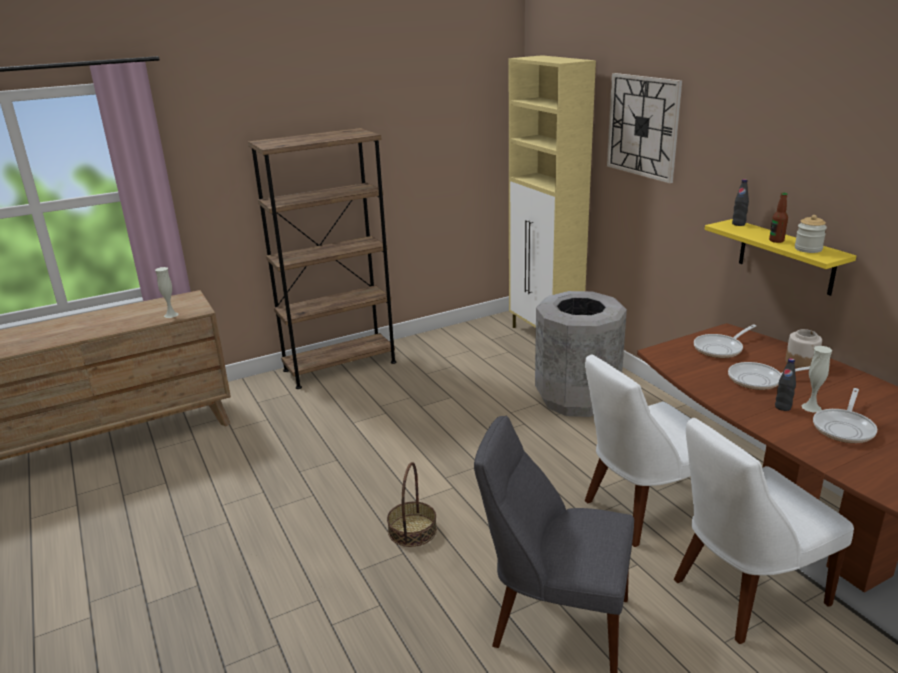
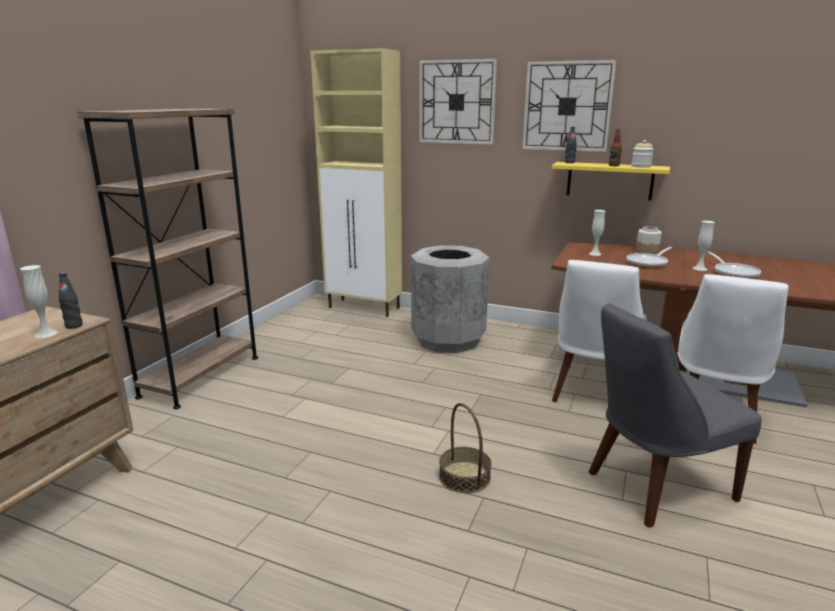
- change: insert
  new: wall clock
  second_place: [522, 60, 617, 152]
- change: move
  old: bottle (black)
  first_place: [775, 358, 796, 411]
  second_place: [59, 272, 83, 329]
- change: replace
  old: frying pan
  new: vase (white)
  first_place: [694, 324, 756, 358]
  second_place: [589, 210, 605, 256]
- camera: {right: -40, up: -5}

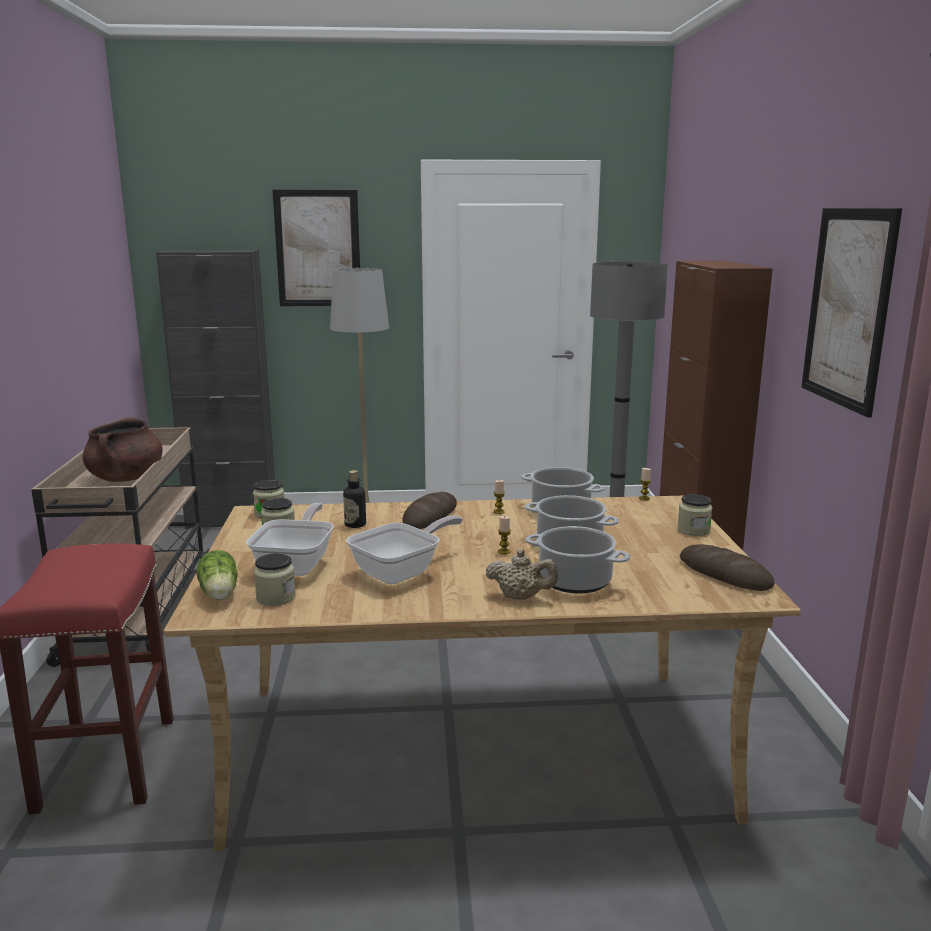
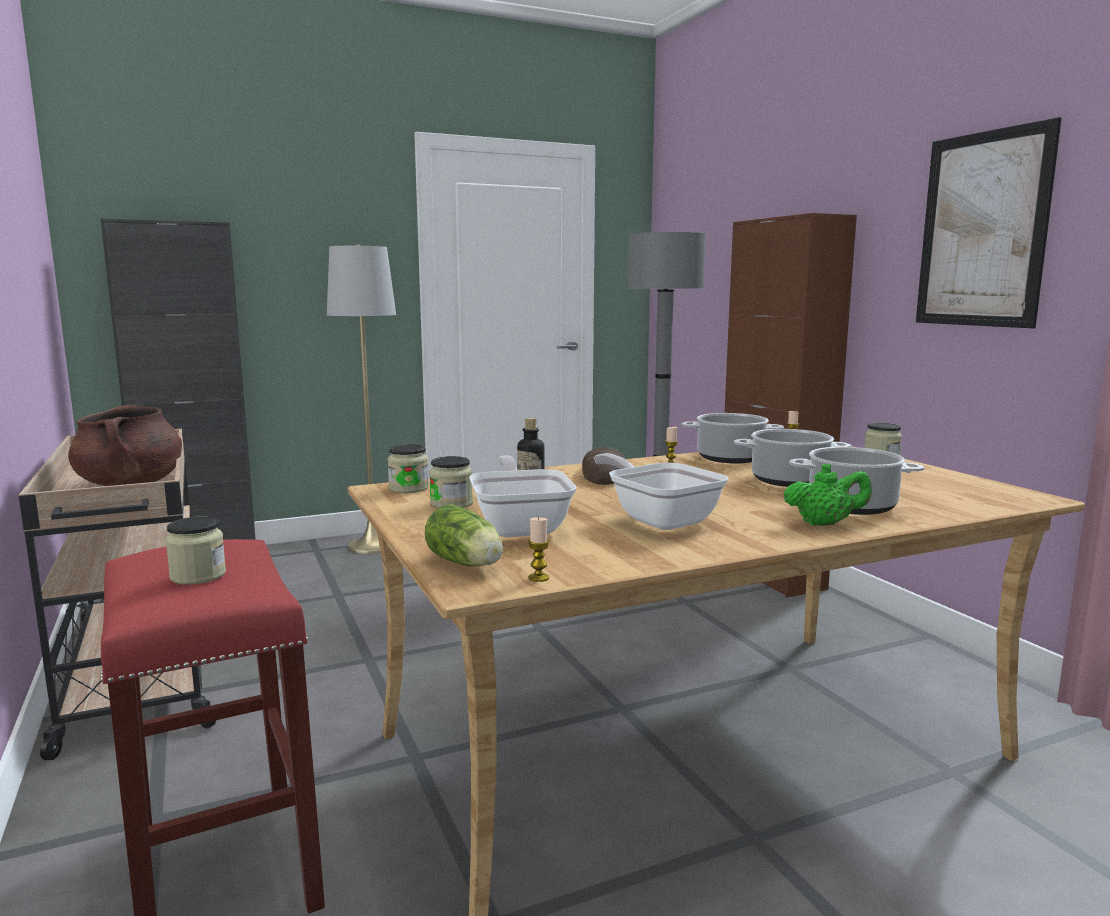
- change: delete
  old: picture
  first_place: [272, 190, 360, 306]
- change: delete
  old: bread
  first_place: [680, 544, 775, 591]
- change: move
  old: jar
  first_place: [254, 553, 296, 606]
  second_place: [165, 517, 226, 585]
- change: move
  old: candle
  first_place: [498, 516, 511, 554]
  second_place: [528, 517, 549, 582]
- change: recolor
  old: teapot (beige)
  new: teapot (green)
  first_place: [486, 549, 558, 600]
  second_place: [783, 463, 872, 526]
- change: rotate
  old: frying pan
  first_place: [346, 516, 463, 585]
  second_place: [594, 453, 729, 530]
  degrees: -60
- camera: {right: -20, up: -5}

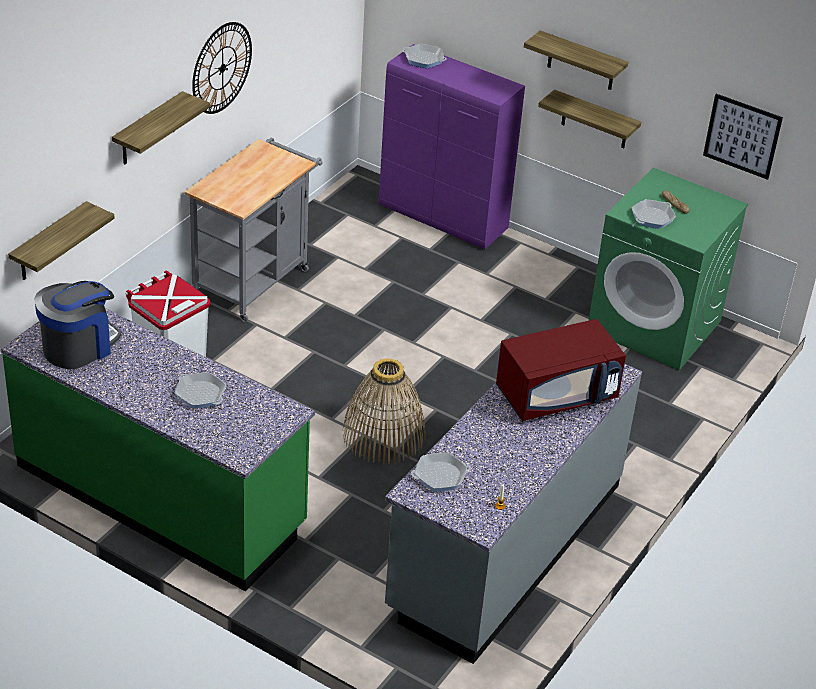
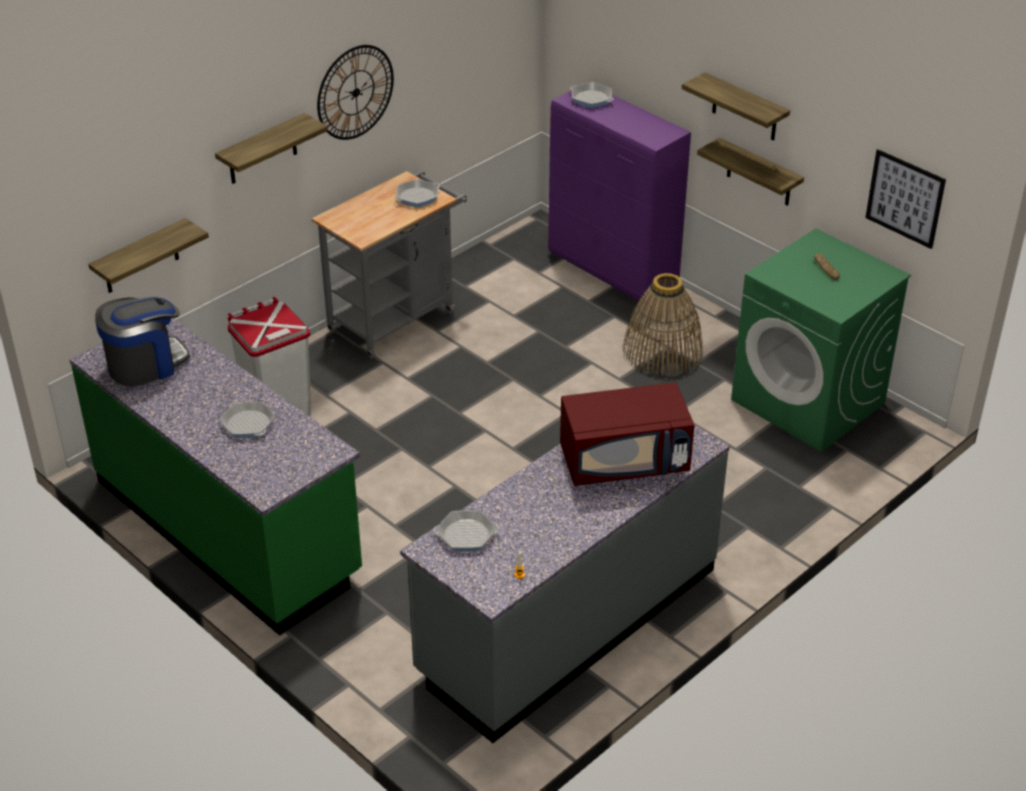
- change: move
  old: basket
  first_place: [343, 358, 426, 464]
  second_place: [623, 273, 703, 376]
- change: move
  old: frying pan
  first_place: [632, 199, 676, 229]
  second_place: [394, 179, 440, 208]
- camera: {right: 15, up: 0}

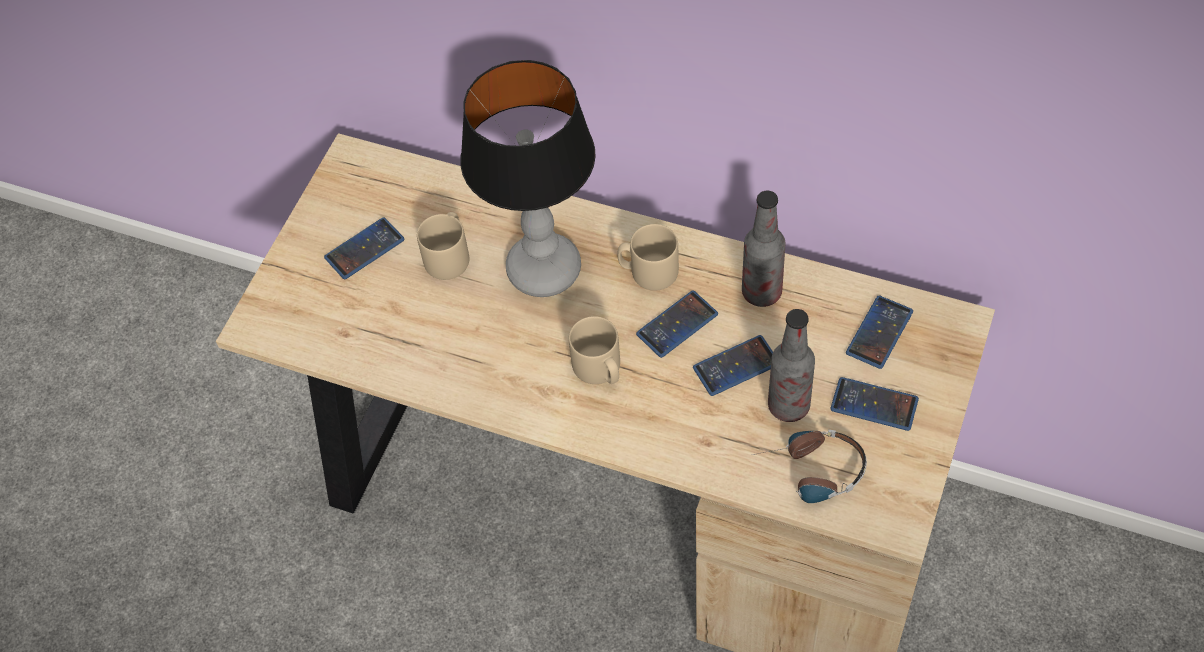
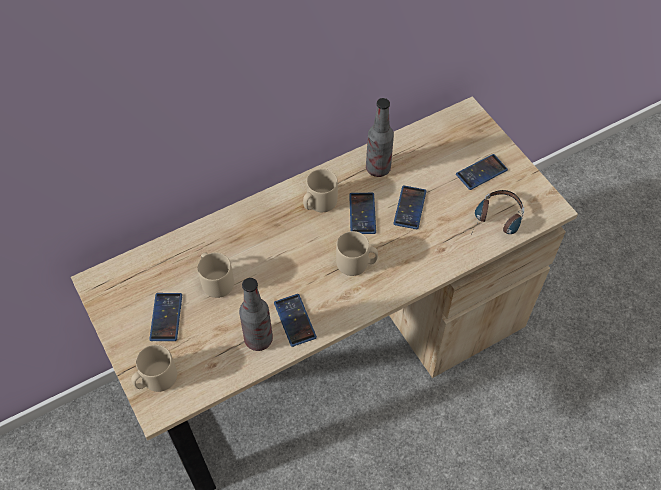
- change: delete
  old: table lamp
  first_place: [460, 60, 596, 297]
- change: insert
  new: mug (beige)
  second_place: [131, 345, 177, 392]
- change: move
  old: bottle
  first_place: [768, 309, 815, 422]
  second_place: [239, 278, 273, 351]
- change: move
  old: phone
  first_place: [846, 295, 913, 369]
  second_place: [274, 294, 317, 347]
- camera: {right: -55, up: 0}

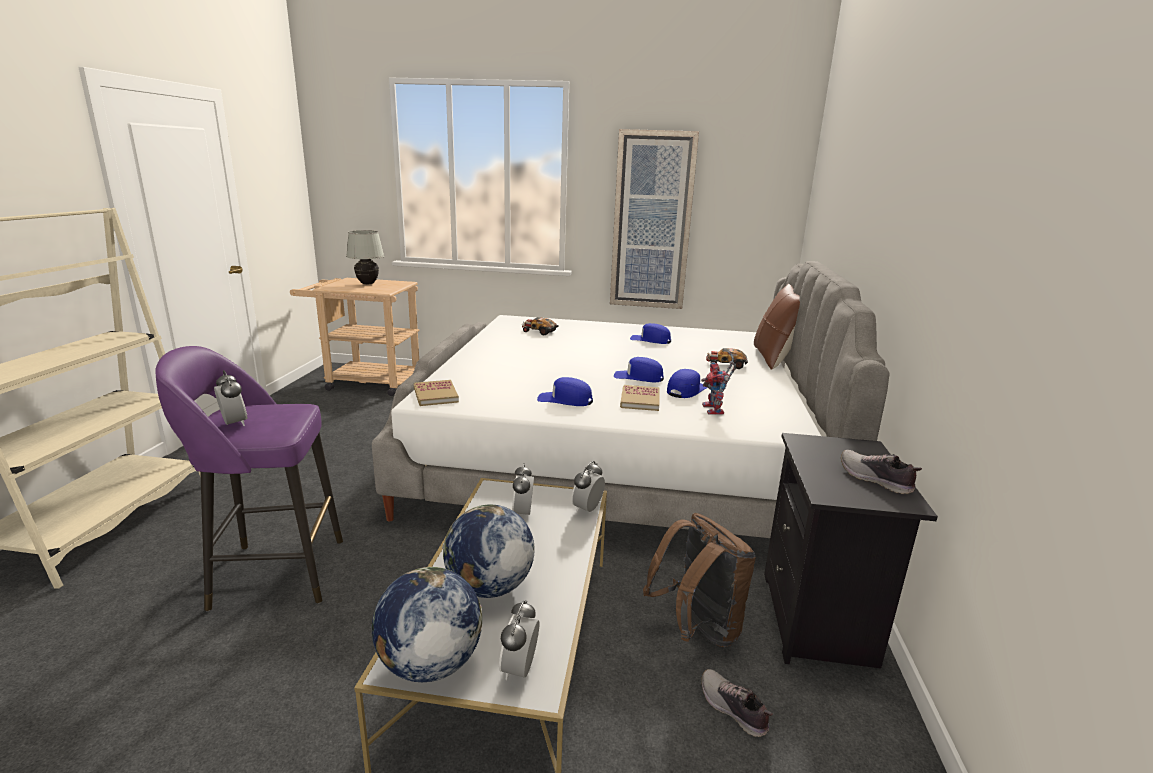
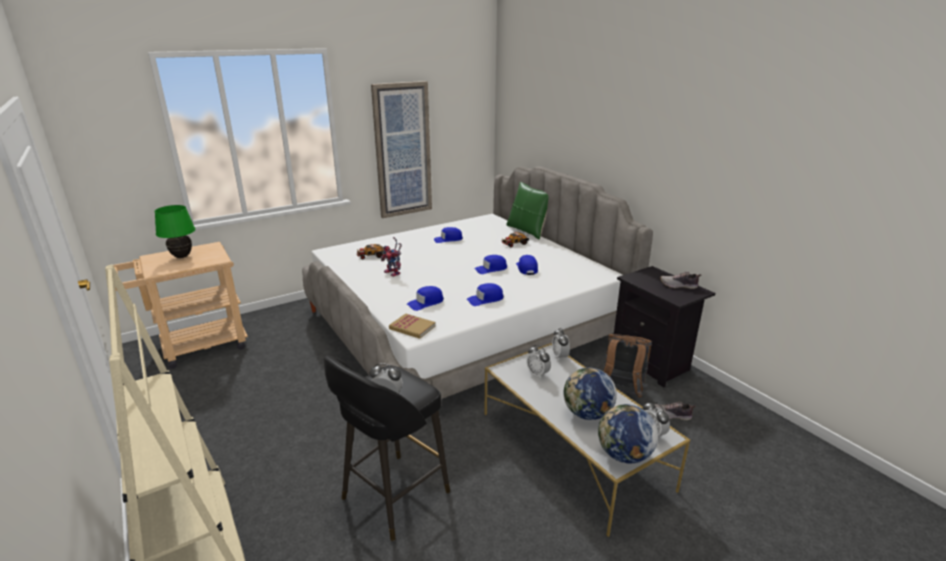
- change: delete
  old: book
  first_place: [620, 385, 659, 411]
- change: insert
  new: cap (blue)
  second_place: [407, 286, 444, 311]
- change: move
  old: toy robot
  first_place: [701, 351, 736, 415]
  second_place: [381, 237, 402, 277]
- change: recolor
  old: stool (purple)
  new: stool (black)
  first_place: [155, 346, 343, 611]
  second_place: [324, 355, 450, 541]
- change: recolor
  old: table lamp (white)
  new: table lamp (green)
  first_place: [346, 230, 384, 284]
  second_place: [154, 205, 196, 258]
- change: recolor
  old: pillow (brown)
  new: pillow (green)
  first_place: [754, 283, 800, 370]
  second_place: [507, 182, 549, 239]
- camera: {right: -40, up: 5}

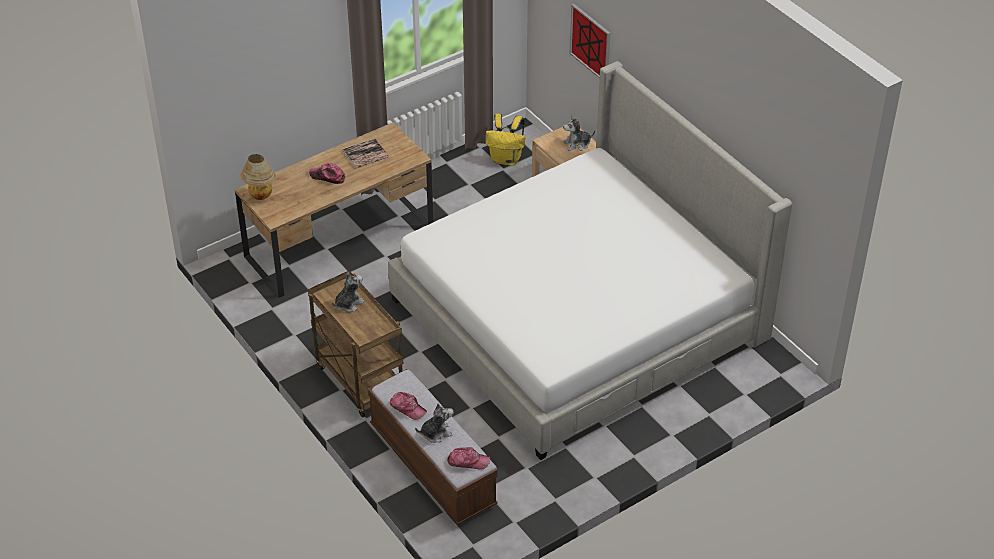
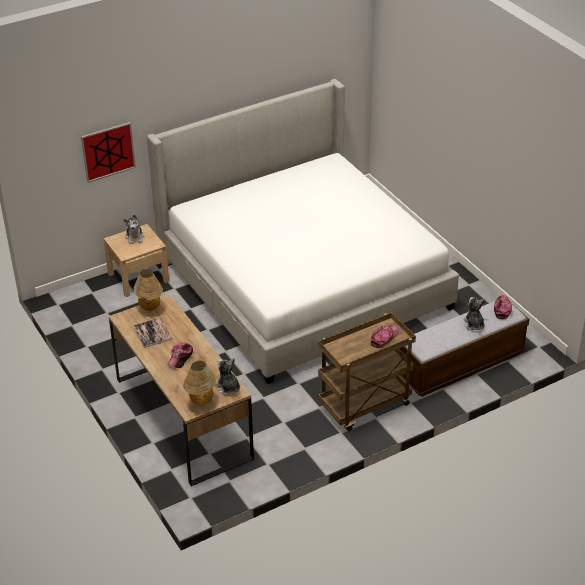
- change: delete
  old: backpack (yellow)
  first_place: [486, 114, 525, 165]
- change: insert
  new: table lamp
  second_place: [133, 269, 163, 311]
- change: move
  old: plush toy
  first_place: [332, 273, 365, 312]
  second_place: [215, 358, 240, 396]
- change: move
  old: cap
  first_place: [390, 392, 427, 420]
  second_place: [370, 325, 398, 348]
- camera: {right: -85, up: -5}

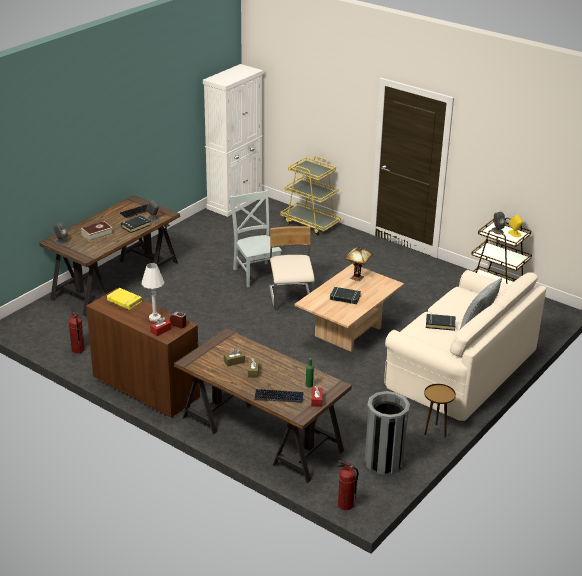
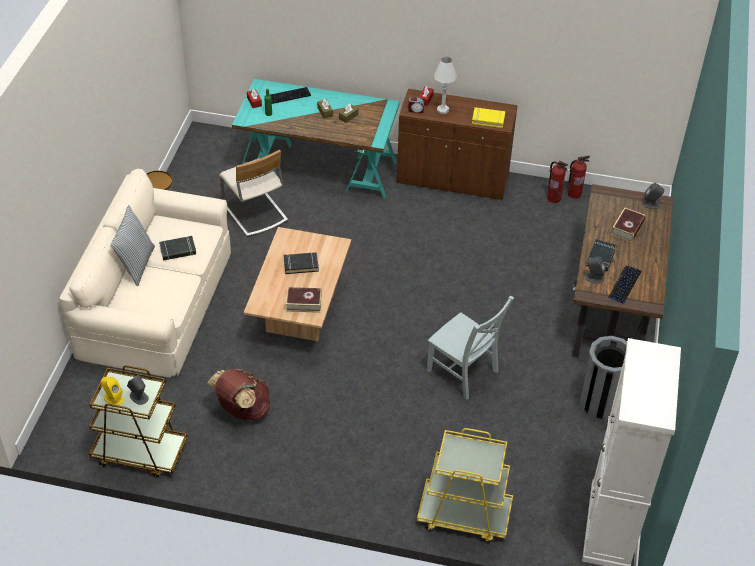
- change: insert
  new: backpack (brown)
  second_place: [207, 369, 270, 420]
- change: move
  old: chair (beige)
  first_place: [269, 226, 315, 308]
  second_place: [219, 150, 288, 237]
- change: move
  old: fire extinguisher
  first_place: [337, 460, 359, 510]
  second_place: [567, 155, 590, 199]
- change: move
  old: trash can (grey)
  first_place: [365, 391, 410, 475]
  second_place: [580, 336, 627, 421]
- change: replace
  old: table lamp
  new: book
  first_place: [344, 247, 372, 281]
  second_place: [286, 287, 322, 313]
- change: recolor
  old: desk (brown)
  new: desk (turquoise)
  first_place: [174, 328, 352, 483]
  second_place: [232, 79, 400, 199]
- camera: {right: 155, up: 15}

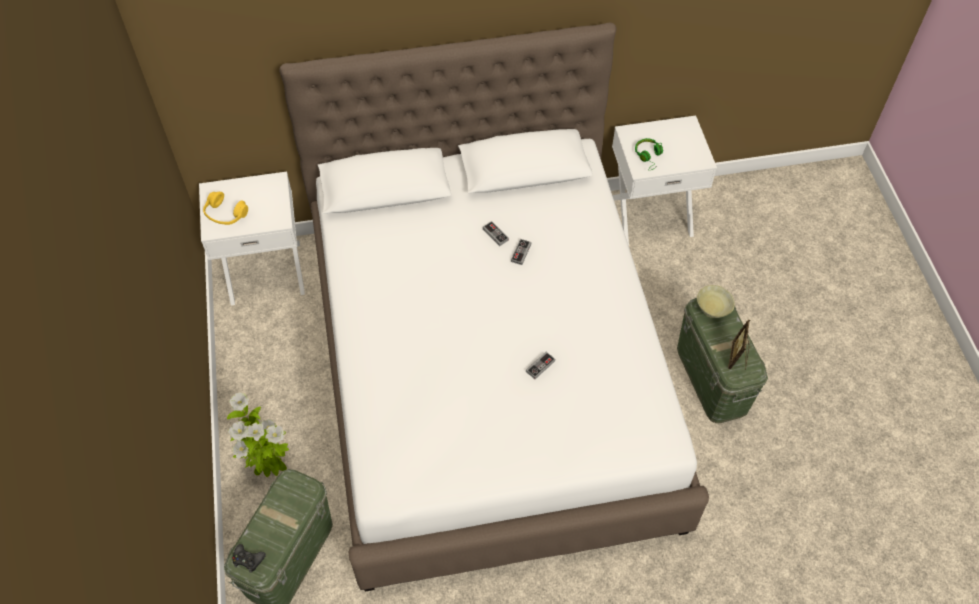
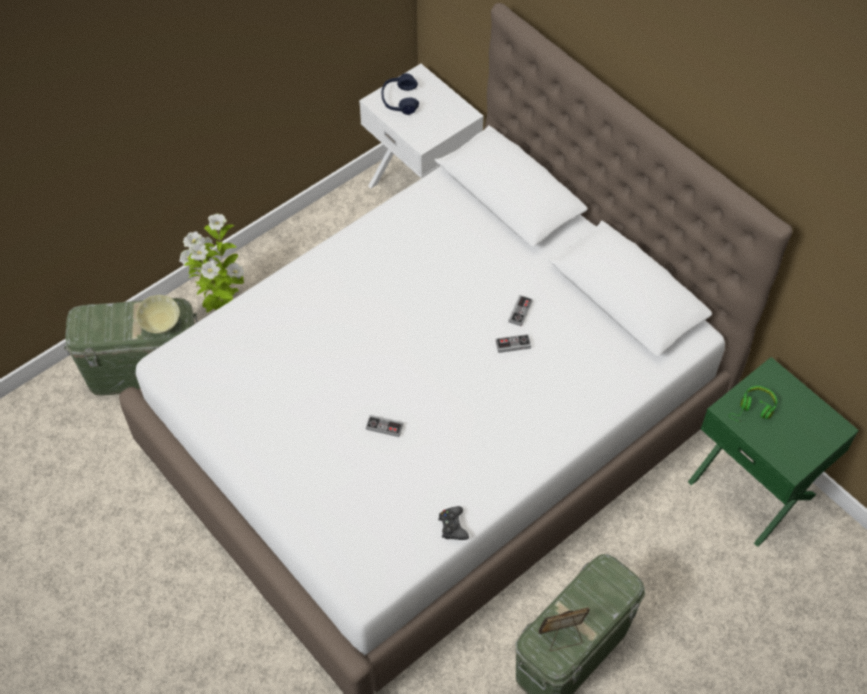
- change: move
  old: game controller (black)
  first_place: [233, 544, 266, 573]
  second_place: [438, 506, 469, 540]
- change: move
  old: bowl (beige)
  first_place: [697, 285, 735, 318]
  second_place: [136, 295, 180, 334]
- change: recolor
  old: headphones (yellow)
  new: headphones (blue)
  first_place: [203, 191, 248, 225]
  second_place: [382, 73, 419, 115]
- change: recolor
  old: nightstand (white)
  new: nightstand (green)
  first_place: [612, 115, 717, 245]
  second_place: [688, 357, 859, 547]
- camera: {right: 60, up: 0}

